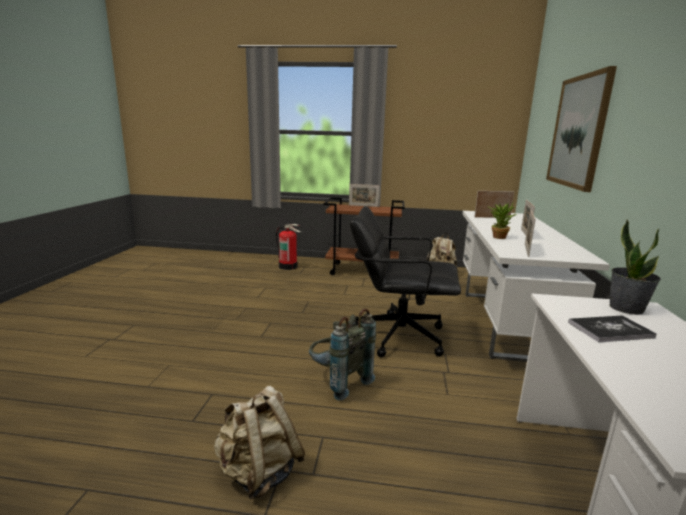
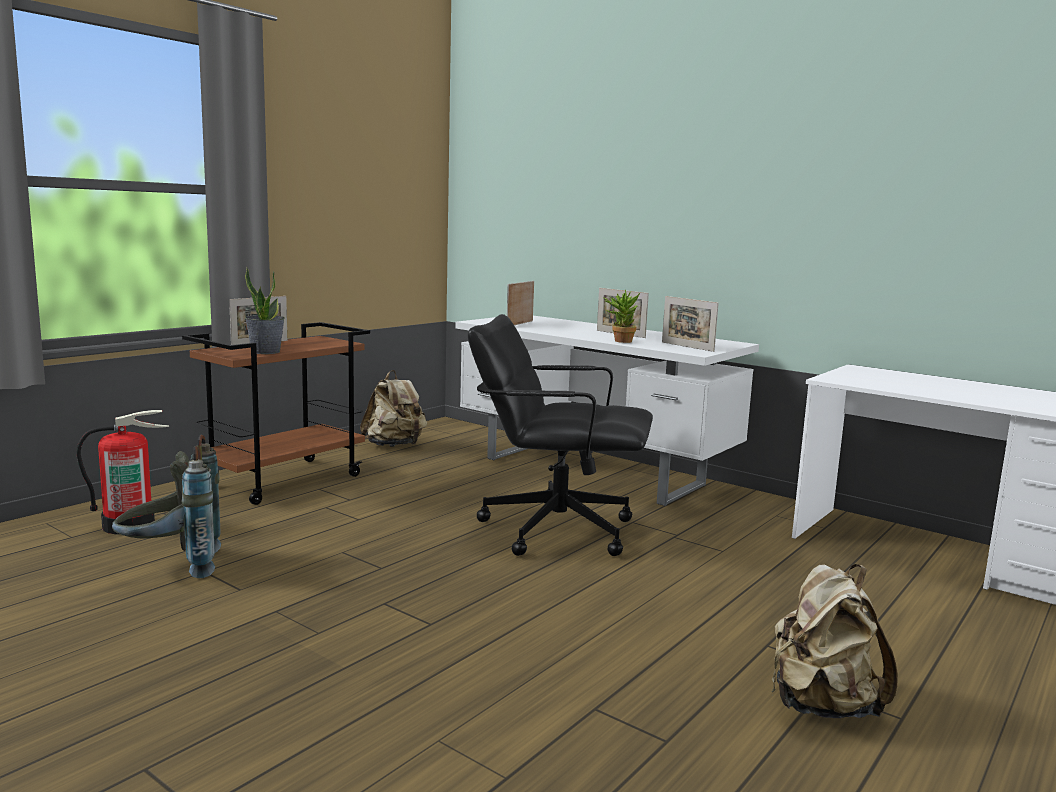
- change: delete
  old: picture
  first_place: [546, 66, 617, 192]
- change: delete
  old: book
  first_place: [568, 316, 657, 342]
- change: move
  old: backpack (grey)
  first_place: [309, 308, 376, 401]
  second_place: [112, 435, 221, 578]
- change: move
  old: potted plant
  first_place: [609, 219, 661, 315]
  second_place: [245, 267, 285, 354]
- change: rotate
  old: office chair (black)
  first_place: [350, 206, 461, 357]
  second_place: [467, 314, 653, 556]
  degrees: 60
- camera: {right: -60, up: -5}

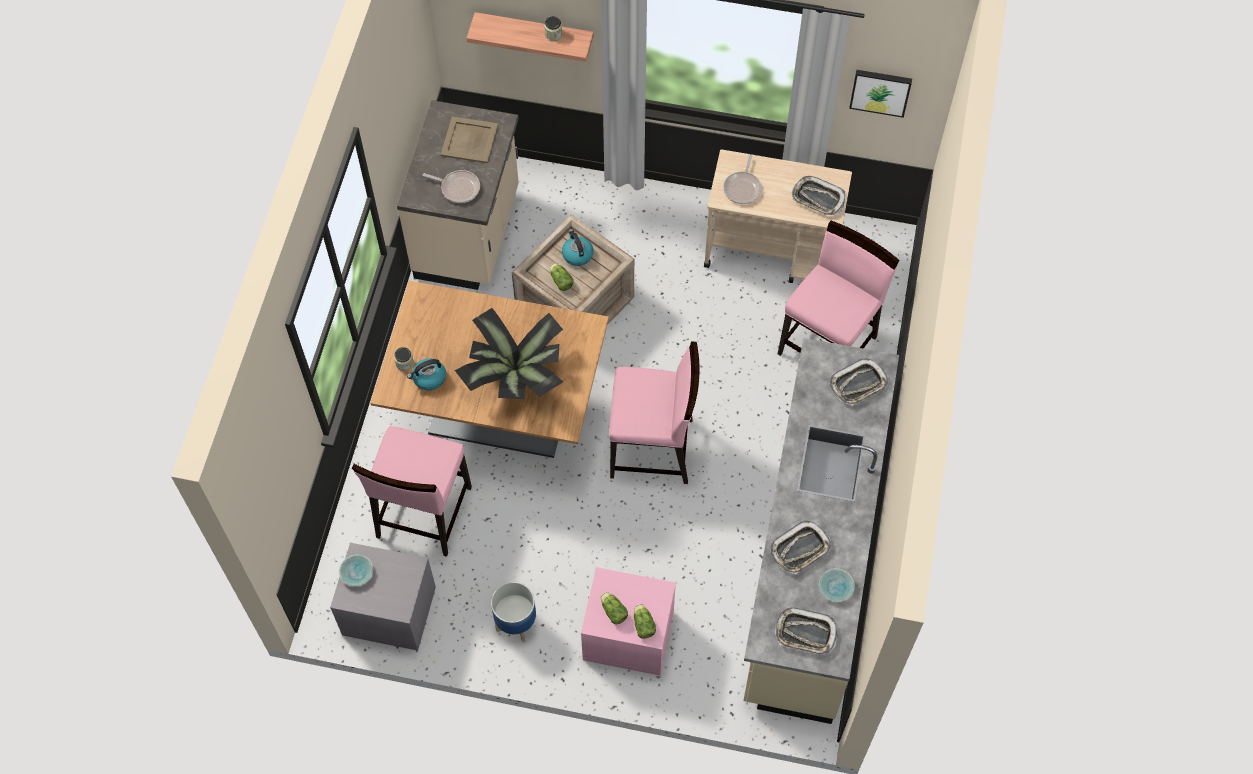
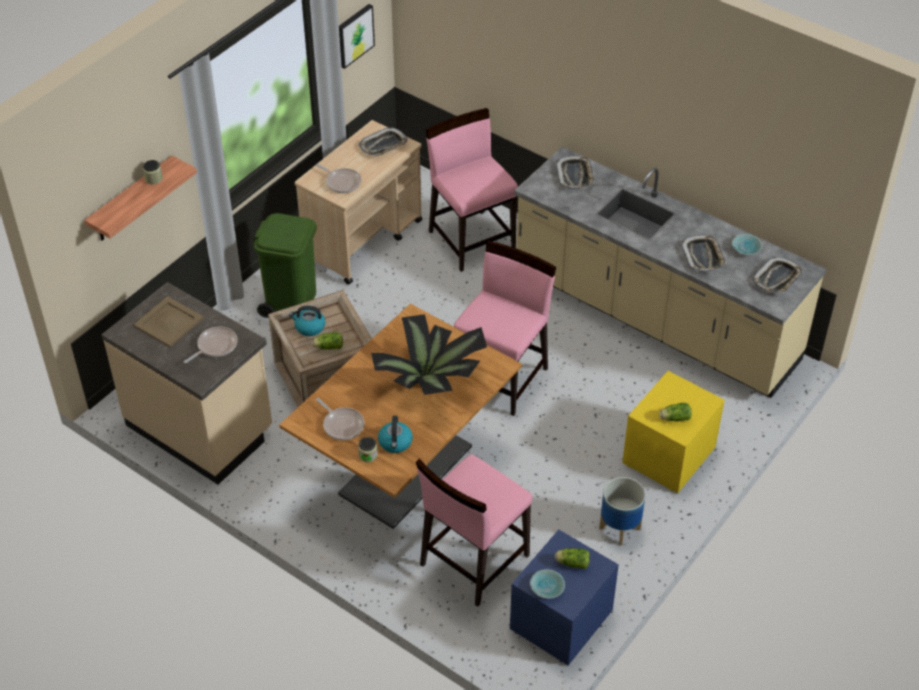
- change: insert
  new: trash can (green)
  second_place: [254, 213, 317, 318]
- change: insert
  new: frying pan
  second_place: [316, 398, 364, 440]
- change: move
  old: lettuce
  first_place: [634, 604, 656, 638]
  second_place: [555, 548, 590, 569]
- change: recolor
  old: nightstand (grey)
  new: nightstand (blue)
  first_place: [330, 543, 436, 651]
  second_place: [510, 530, 619, 665]
- change: recolor
  old: nightstand (pink)
  new: nightstand (yellow)
  first_place: [581, 567, 676, 676]
  second_place: [622, 371, 725, 493]
- change: rotate
  old: chair (pink)
  first_place: [352, 426, 472, 557]
  second_place: [416, 454, 532, 607]
  degrees: 90
- camera: {right: -65, up: -15}

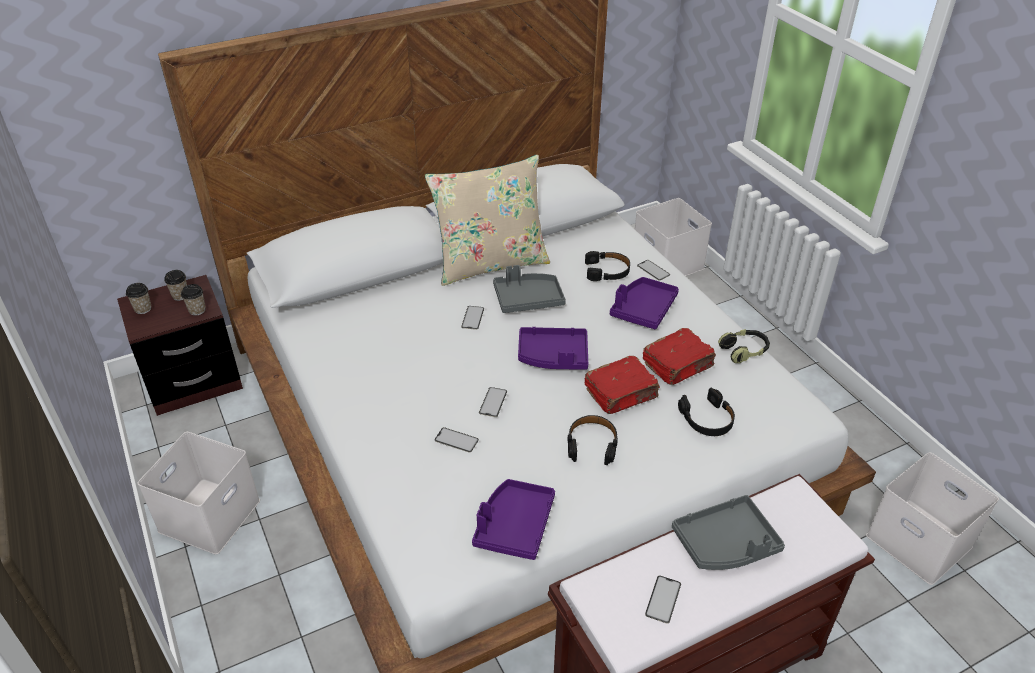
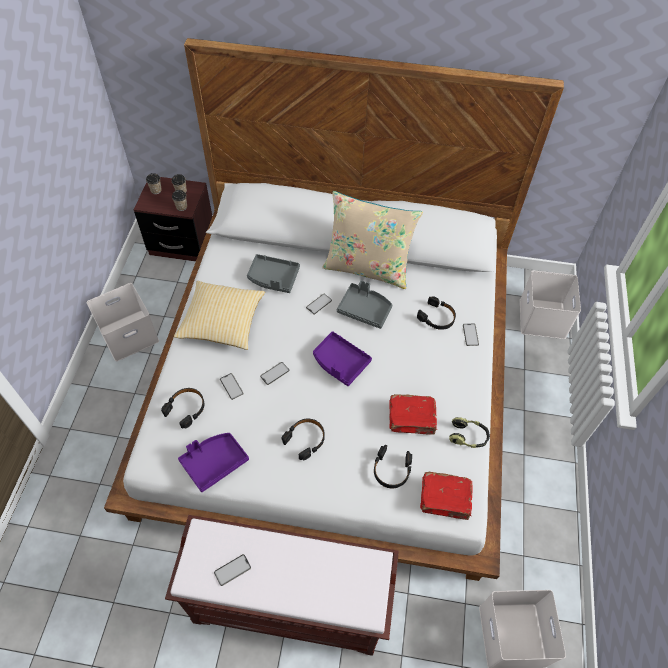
- change: delete
  old: tray (purple)
  first_place: [610, 277, 679, 329]
- change: insert
  new: headphones (black)
  second_place: [161, 388, 204, 429]
- change: insert
  new: pillow
  second_place: [174, 281, 265, 350]
- change: move
  old: book (red)
  first_place: [584, 356, 660, 414]
  second_place: [420, 472, 473, 520]
- change: move
  old: tray (grey)
  first_place: [672, 495, 785, 570]
  second_place: [247, 254, 300, 293]
- camera: {right: 35, up: 15}

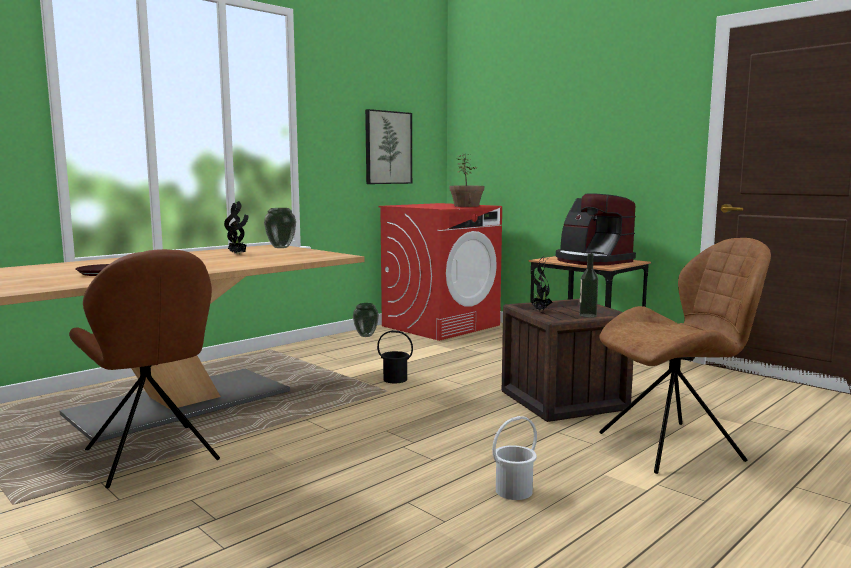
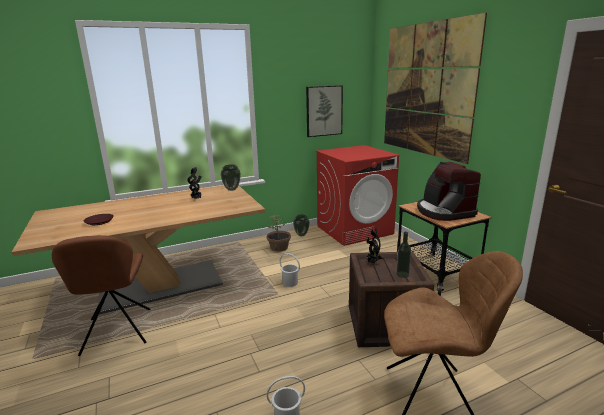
- change: insert
  new: picture
  second_place: [384, 13, 487, 164]
- change: move
  old: potted plant
  first_place: [449, 153, 484, 207]
  second_place: [267, 214, 291, 252]
- change: recolor
  old: bucket (black)
  new: bucket (white)
  first_place: [377, 330, 413, 383]
  second_place: [280, 253, 300, 287]
- camera: {right: 20, up: 10}

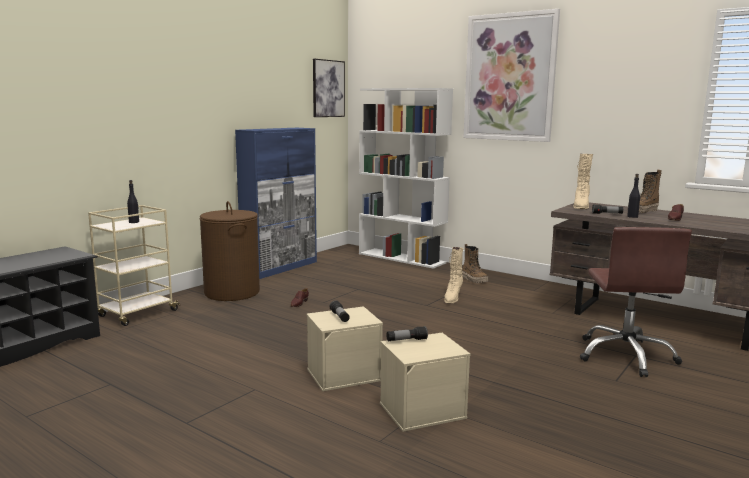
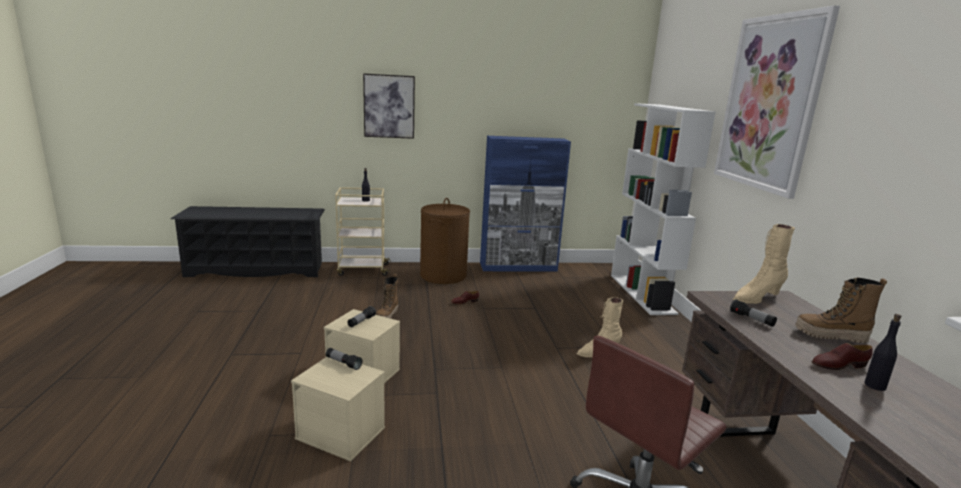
- change: move
  old: picture
  first_place: [313, 59, 345, 117]
  second_place: [363, 73, 415, 139]
- change: move
  old: boot
  first_place: [462, 244, 488, 283]
  second_place: [376, 274, 398, 319]
- change: move
  old: bottle (black)
  first_place: [627, 174, 640, 218]
  second_place: [864, 314, 901, 391]
- camera: {right: 45, up: 5}

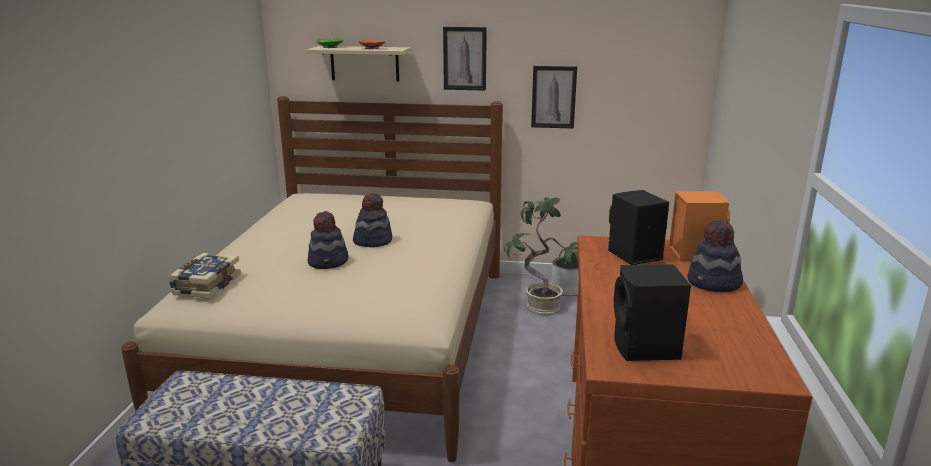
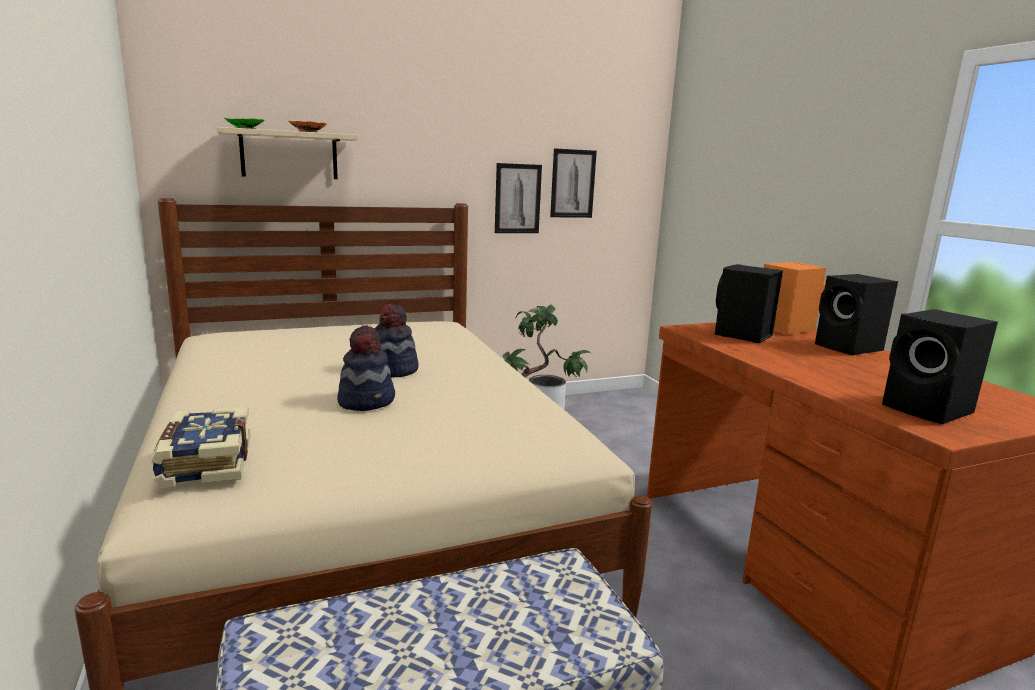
- change: move
  old: picture
  first_place: [443, 27, 487, 91]
  second_place: [550, 148, 597, 218]
- change: replace
  old: hat
  new: speaker (black)
  first_place: [687, 221, 743, 292]
  second_place: [815, 274, 898, 355]
- camera: {right: -30, up: -5}

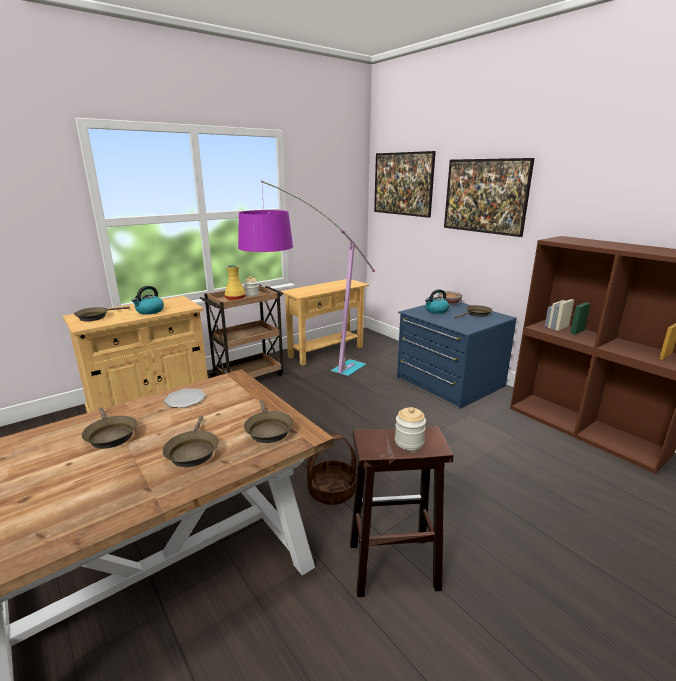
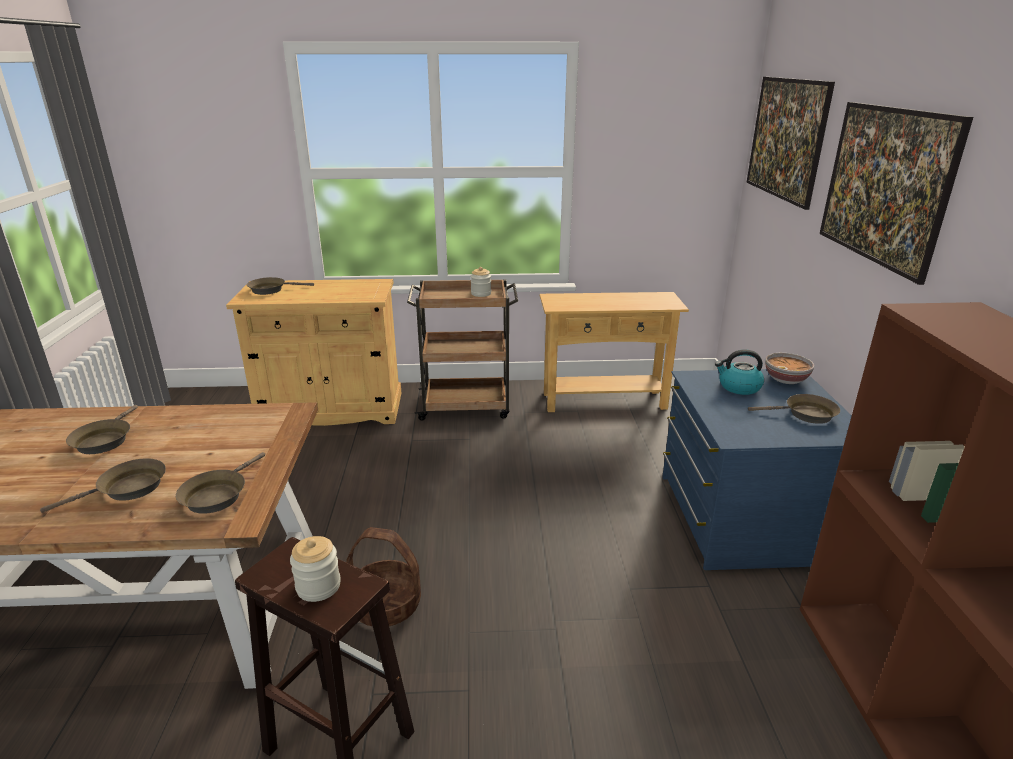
- change: delete
  old: kettle
  first_place: [131, 286, 164, 314]
- change: delete
  old: plate
  first_place: [164, 388, 206, 408]
- change: delete
  old: vase (yellow)
  first_place: [224, 265, 246, 301]
- change: delete
  old: floor lamp
  first_place: [238, 180, 375, 376]
- change: rotate
  old: frying pan (brown)
  first_place: [163, 416, 219, 467]
  second_place: [40, 458, 166, 513]
  degrees: -150
- camera: {right: 35, up: 5}

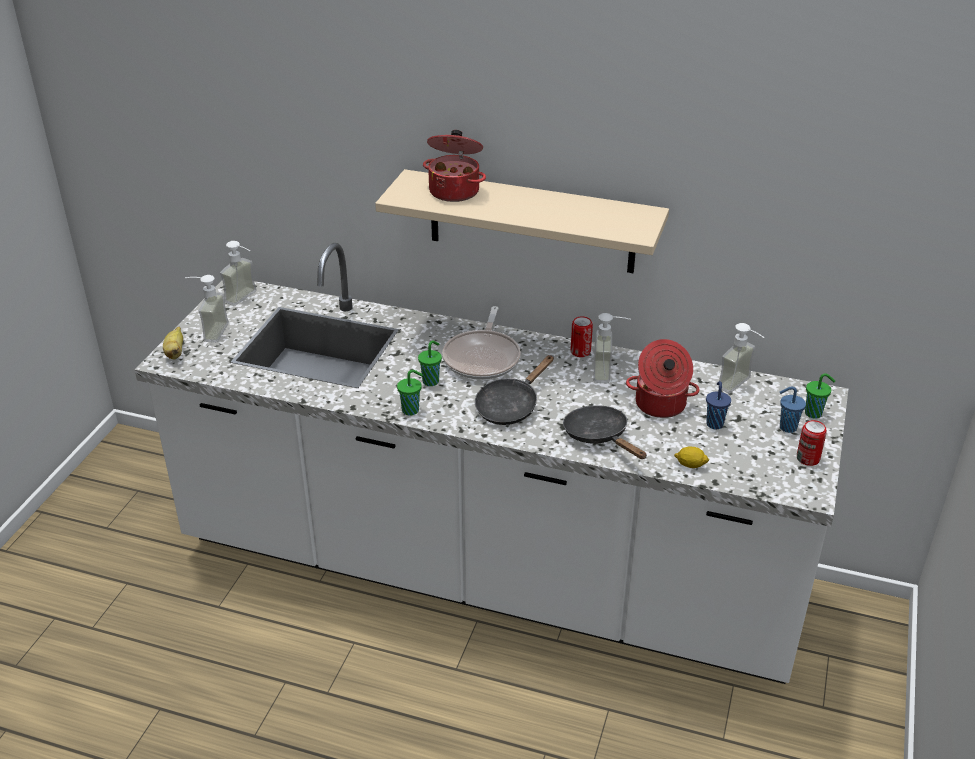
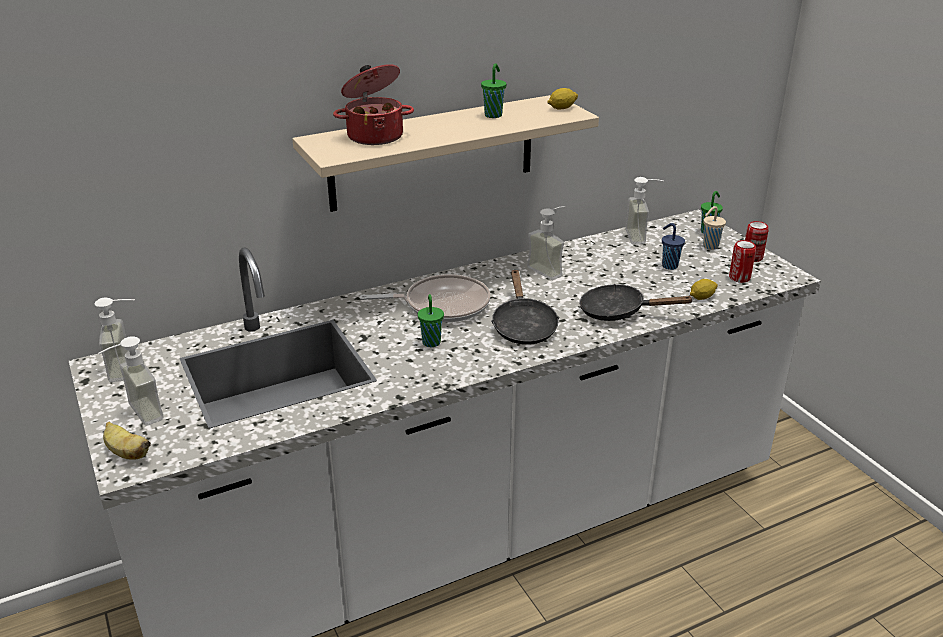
- change: delete
  old: cooking pot
  first_place: [626, 339, 700, 418]
- change: insert
  new: lemon
  second_place: [547, 88, 578, 110]
- change: move
  old: cup (green)
  first_place: [397, 370, 423, 416]
  second_place: [481, 64, 506, 118]
- change: move
  old: can
  first_place: [570, 316, 593, 357]
  second_place: [729, 240, 756, 283]
- change: recolor
  old: cup (blue)
  new: cup (beige)
  first_place: [780, 387, 806, 433]
  second_place: [703, 206, 726, 250]
- change: rotate
  old: frying pan
  first_place: [442, 306, 521, 380]
  second_place: [359, 274, 490, 322]
  degrees: -60
- camera: {right: -45, up: -5}

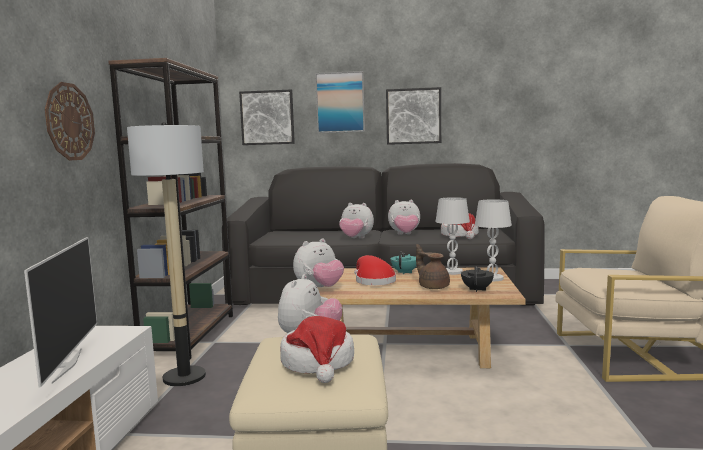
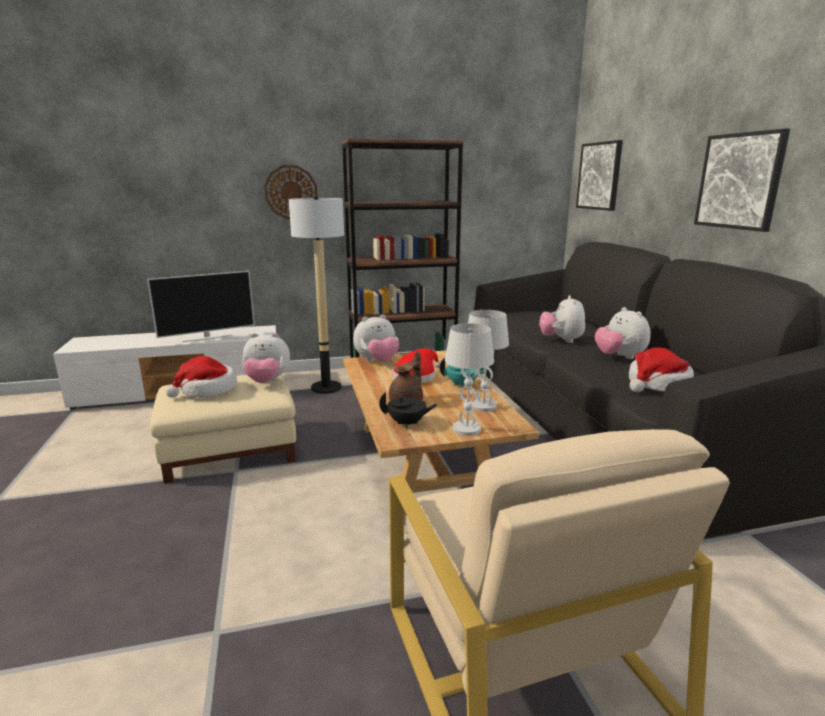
- change: delete
  old: picture
  first_place: [315, 71, 365, 133]
- change: rotate
  old: plush toy
  first_place: [293, 239, 344, 287]
  second_place: [353, 315, 399, 362]
  degrees: -60
- camera: {right: 70, up: 10}

